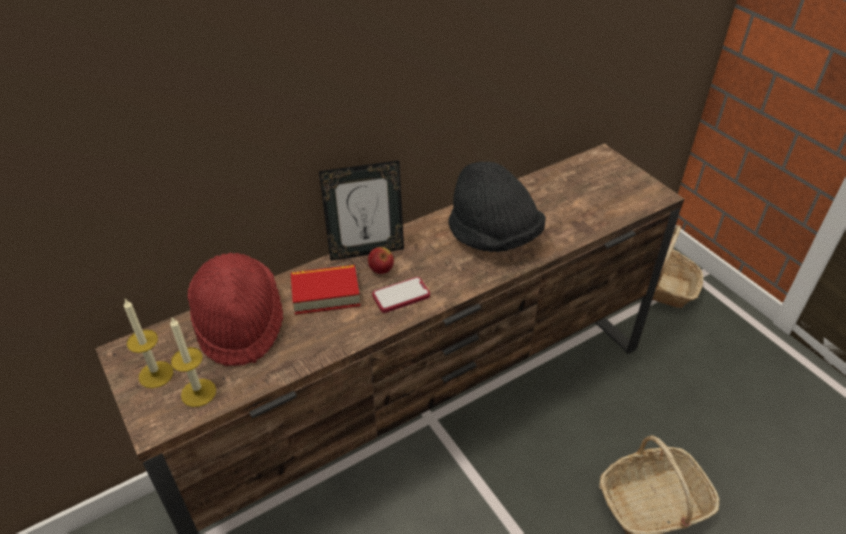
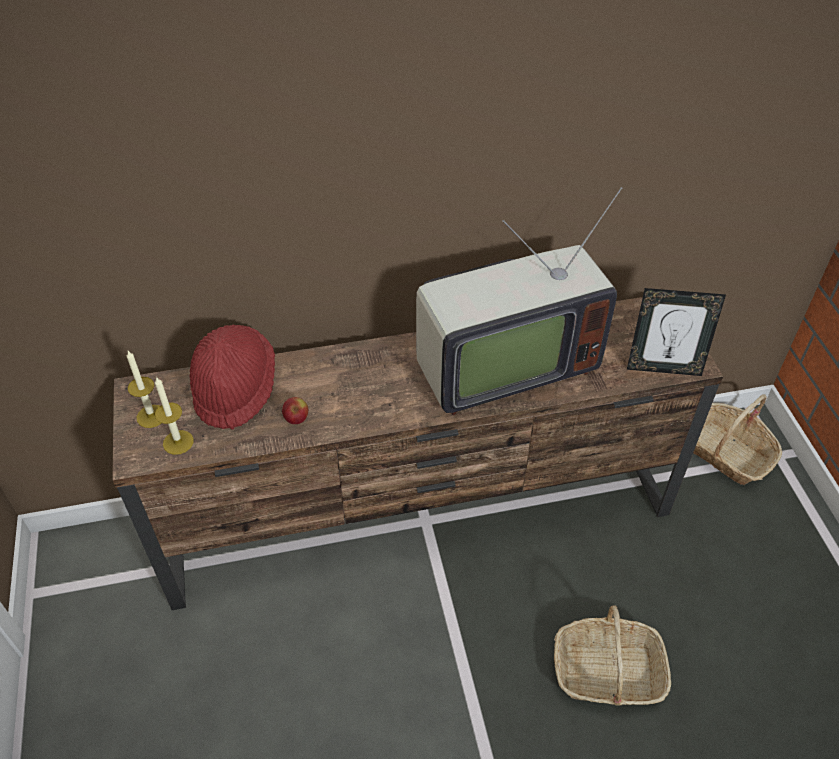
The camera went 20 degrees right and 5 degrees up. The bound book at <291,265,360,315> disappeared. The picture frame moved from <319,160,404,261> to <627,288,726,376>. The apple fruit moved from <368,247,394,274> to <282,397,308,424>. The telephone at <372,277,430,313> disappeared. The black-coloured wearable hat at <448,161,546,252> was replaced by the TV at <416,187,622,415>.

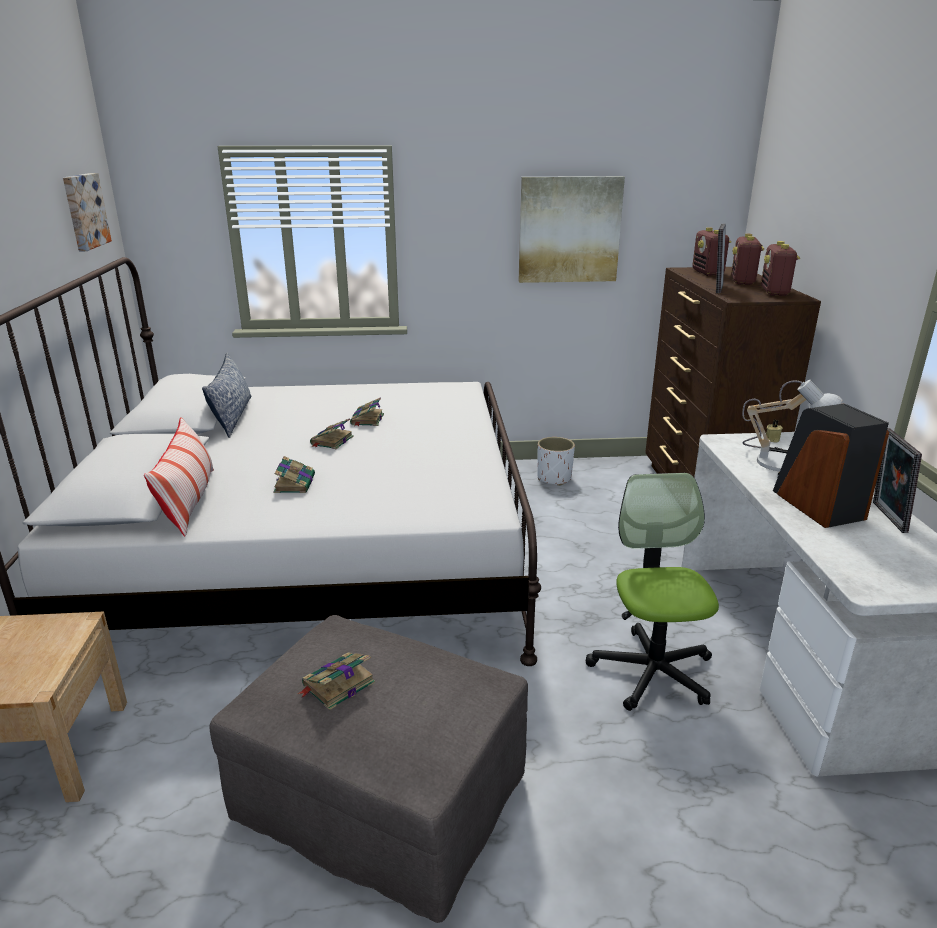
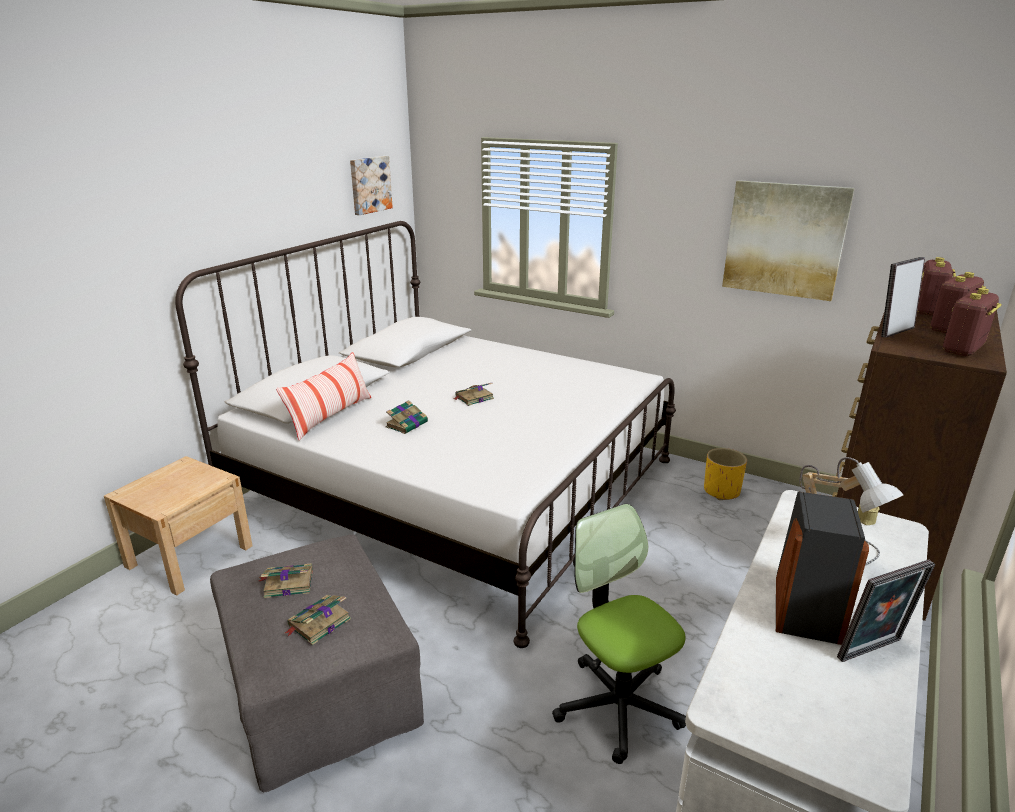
The camera went 35 degrees right and 0 degrees up. The throw pillow at <202,353,251,438> disappeared. The bound book moved from <350,398,384,426> to <285,595,351,645>. The white-coloured flower pot at <537,437,575,486> became the yellow flower pot at <704,448,747,500>. The desk chair at <585,473,719,711> turned 60 degrees counterclockwise. The picture frame at <873,428,922,533> turned 150 degrees counterclockwise.

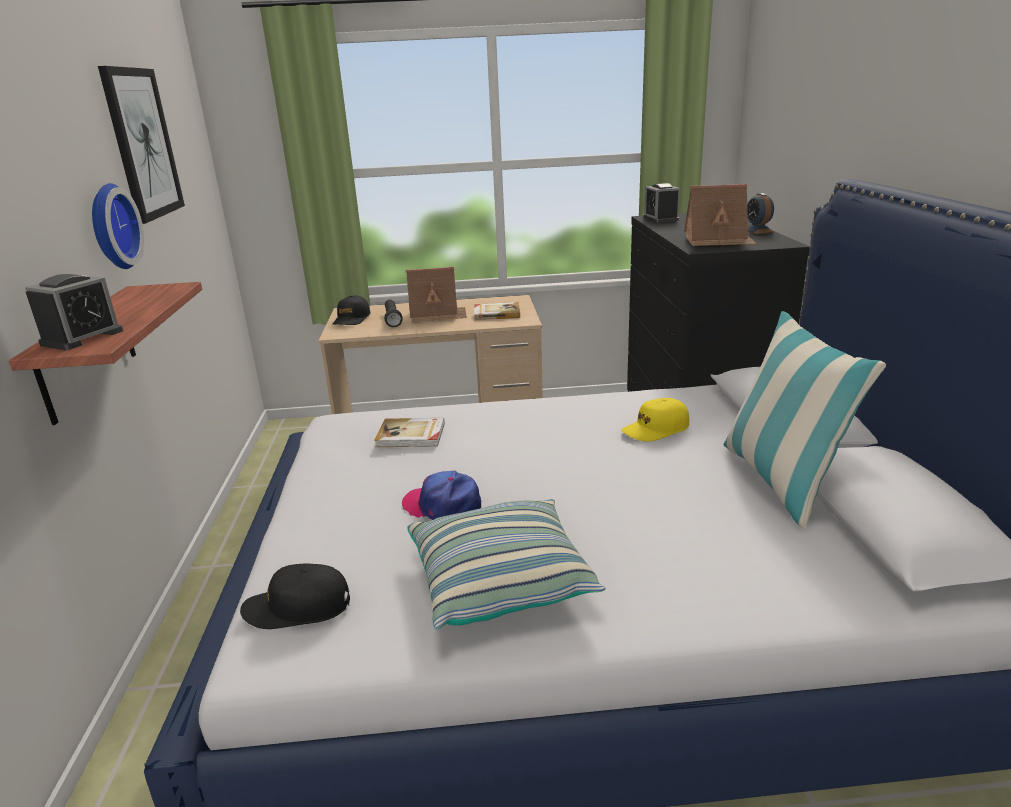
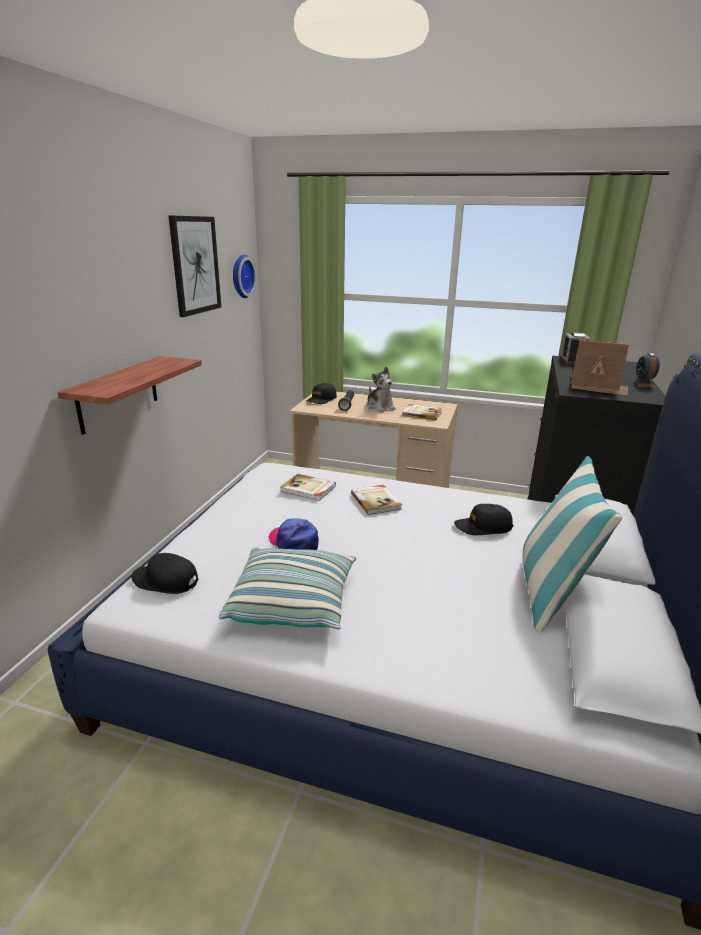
The camera went 20 degrees right and 0 degrees up. The alarm clock at <25,274,123,350> disappeared. The wall clock moved from <92,183,144,269> to <233,254,257,298>. The miniature house at <406,267,467,322> was replaced by the plush toy at <367,367,396,412>. The yellow baseball cap at <621,398,689,441> became the black-coloured baseball cap at <454,504,513,535>. The bound book at <351,485,402,515> appeared.

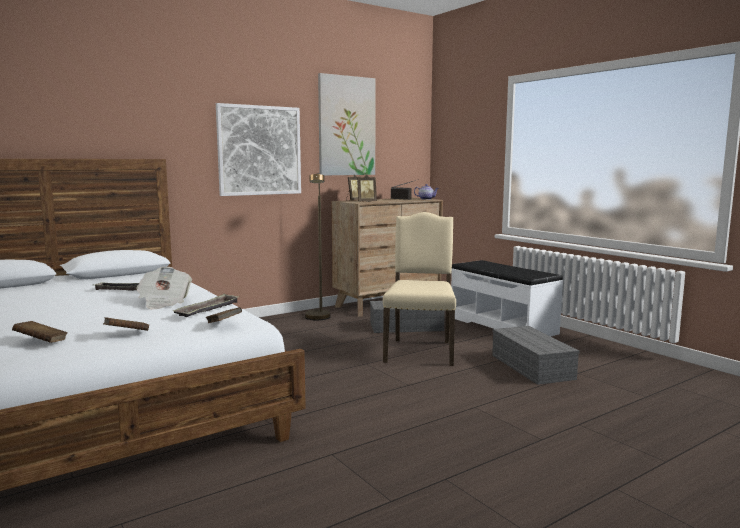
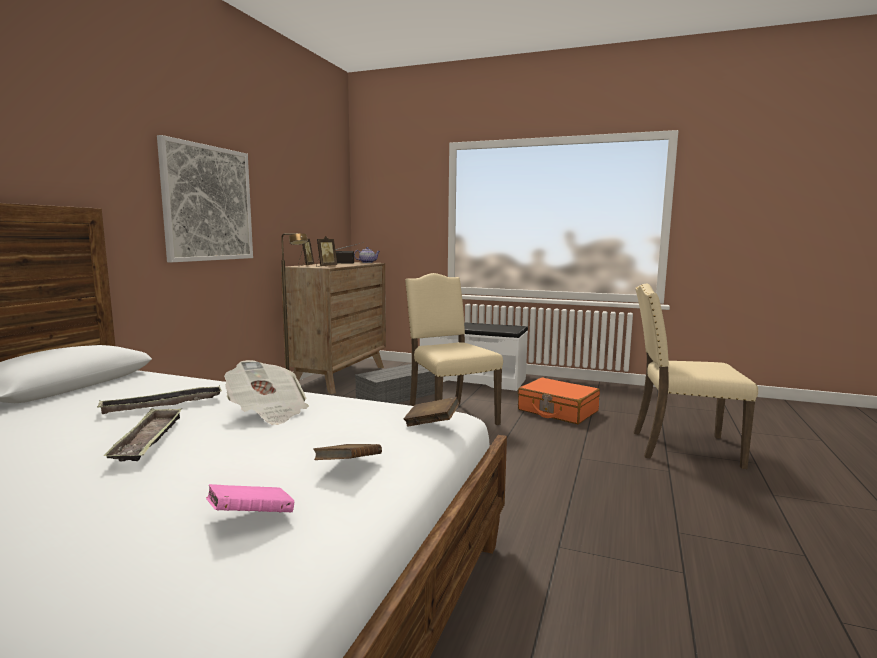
The camera went 35 degrees left and 0 degrees up. The brown-coloured bound book at <12,321,67,343> became the pink bound book at <206,484,294,512>. The serving tray moved from <173,294,239,317> to <104,408,182,461>. The wall art at <318,73,376,176> disappeared. The gray storage bin at <492,326,579,385> was replaced by the orange-coloured suitcase at <518,377,600,424>. The beige-coloured chair at <633,284,758,469> appeared.

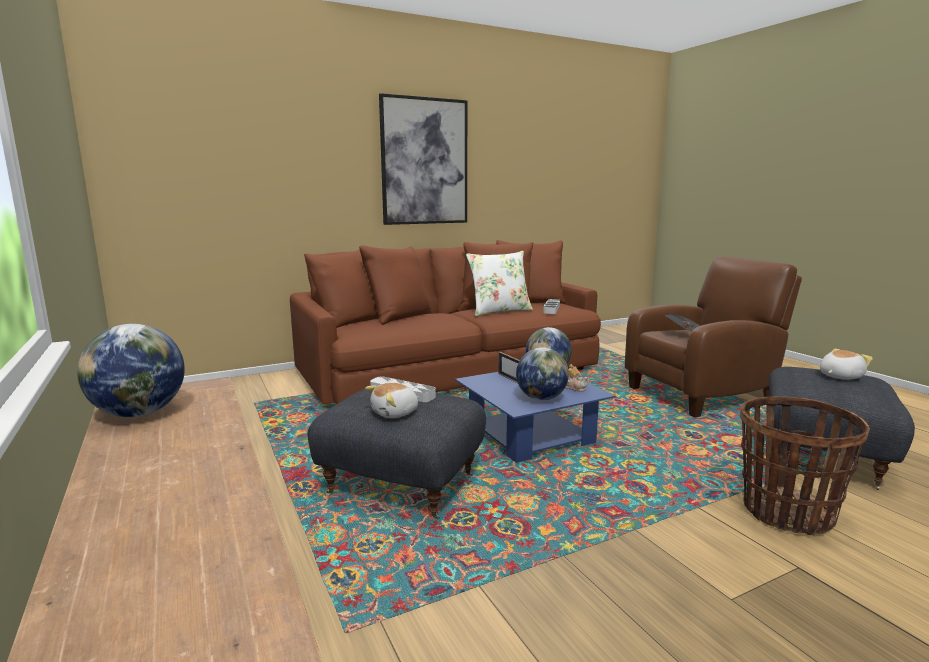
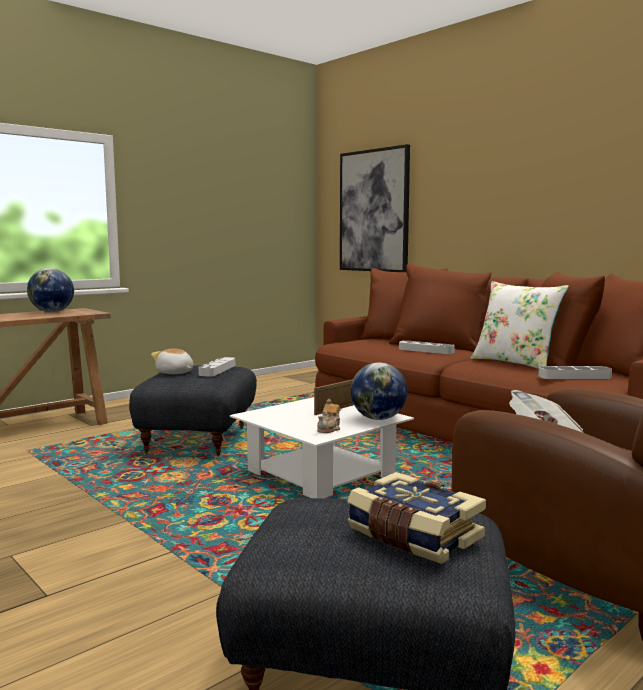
The camera went 75 degrees right and 5 degrees down. The wall art moved from <379,93,467,225> to <340,144,410,272>. The blue-coloured low table at <455,372,615,463> became the white-coloured low table at <230,397,414,498>. The world globe at <516,347,569,400> disappeared. The household basket at <740,396,870,535> disappeared. The plush toy at <820,349,873,380> was replaced by the bound book at <347,472,486,564>. The gray serving tray at <399,340,455,354> appeared.

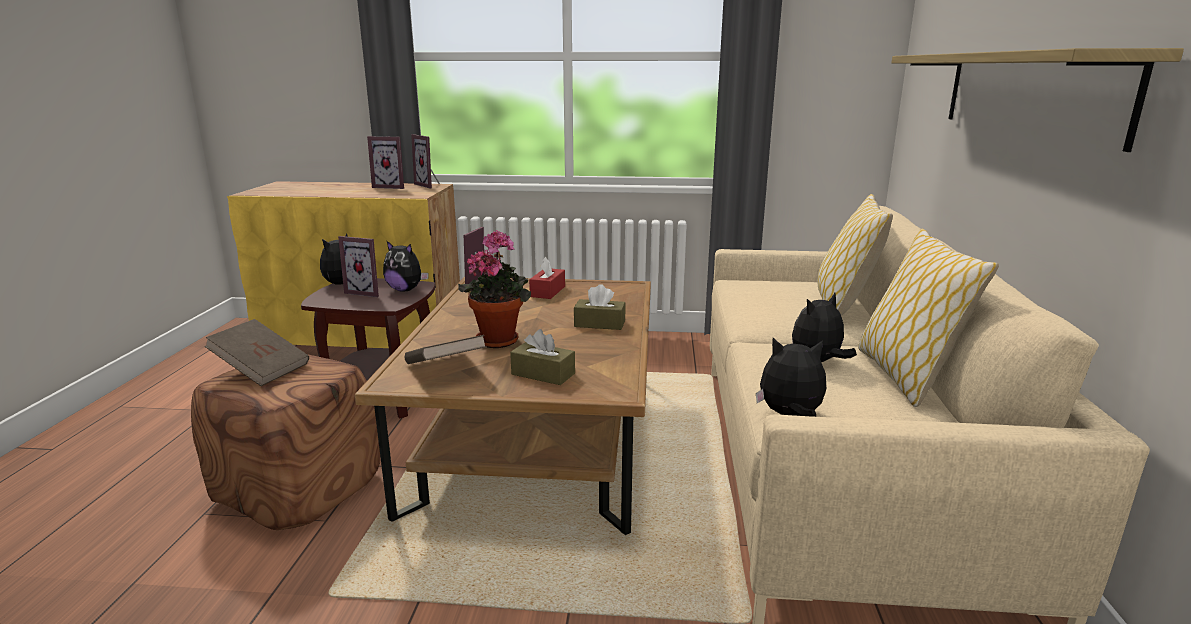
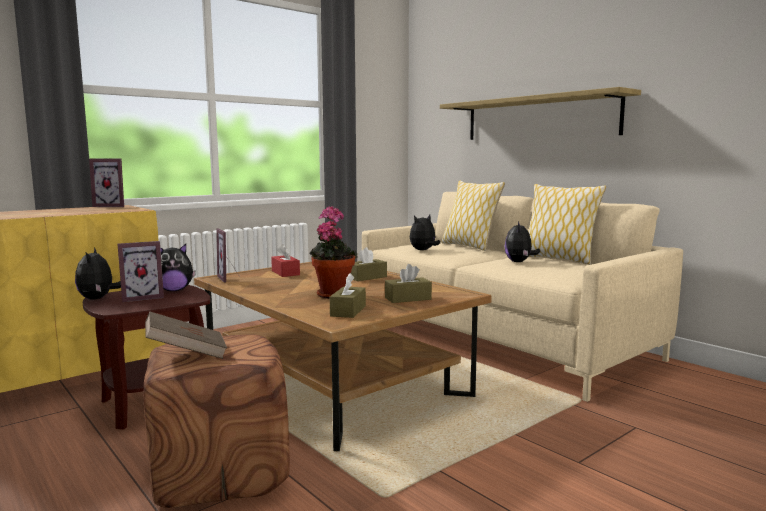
The camera went 45 degrees left and 10 degrees down. The picture frame at <367,136,404,189> disappeared. The brown-coloured bound book at <404,335,487,364> was replaced by the brown-coloured tissue holder at <330,273,366,318>. The plush toy moved from <756,338,826,417> to <410,215,440,250>.

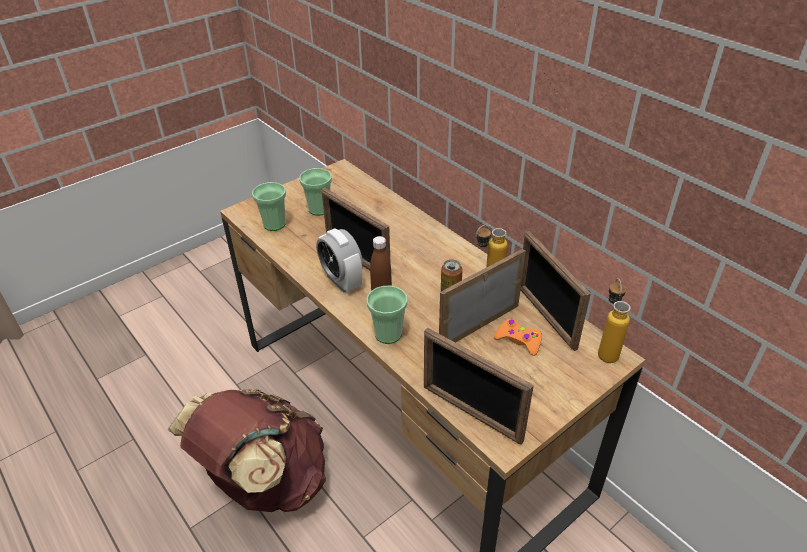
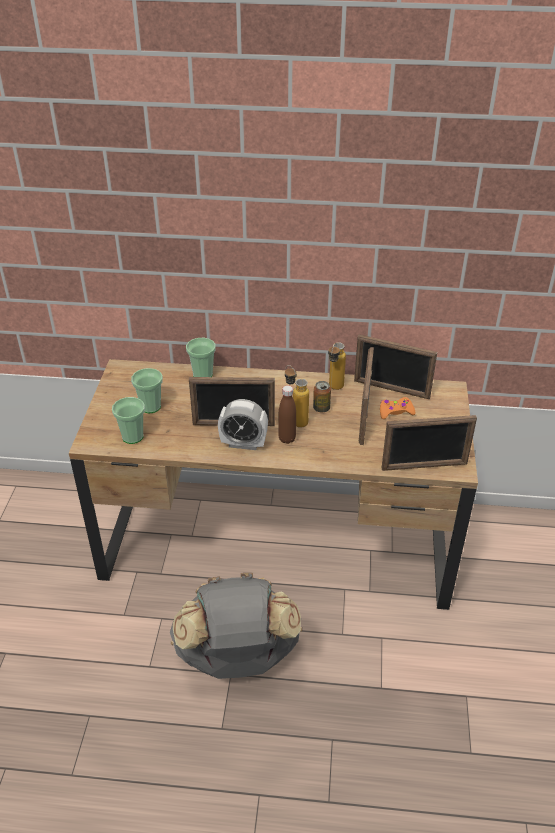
The camera went 45 degrees left and 0 degrees up. The brown-coloured rucksack at <167,389,326,512> became the gray rucksack at <170,573,302,679>. The drinking cup moved from <367,286,408,344> to <186,338,216,377>. The beverage bottle moved from <598,278,631,363> to <285,365,309,428>.

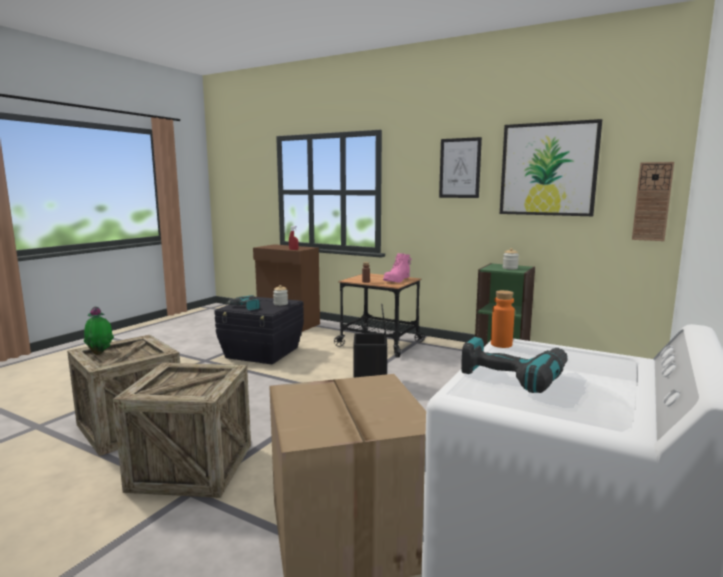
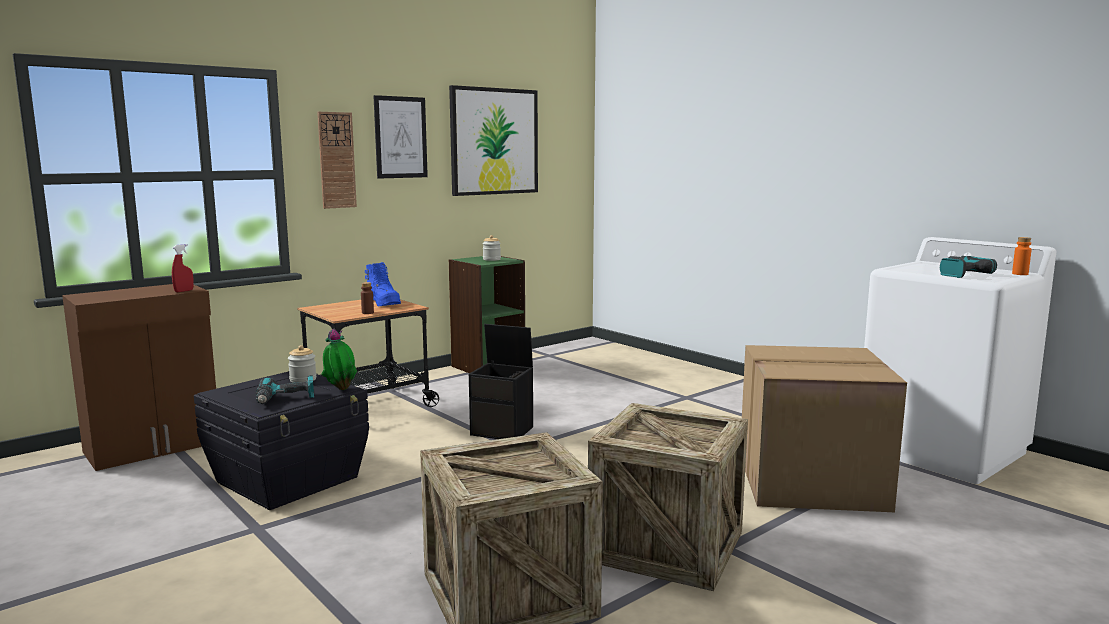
The camera went 70 degrees left and 0 degrees up. The plant in a pot moved from <84,307,114,355> to <321,328,357,390>. The pink high-top boot at <383,253,412,283> became the blue-coloured high-top boot at <365,262,401,306>. The orange-coloured beverage bottle moved from <491,290,515,348> to <1012,237,1032,275>. The wall clock moved from <632,162,674,241> to <317,112,357,209>.

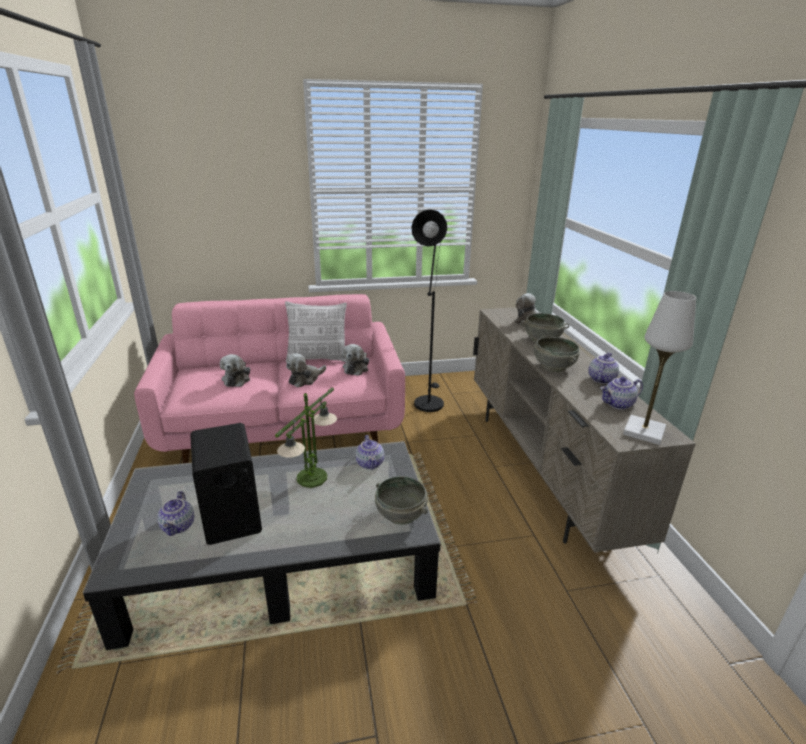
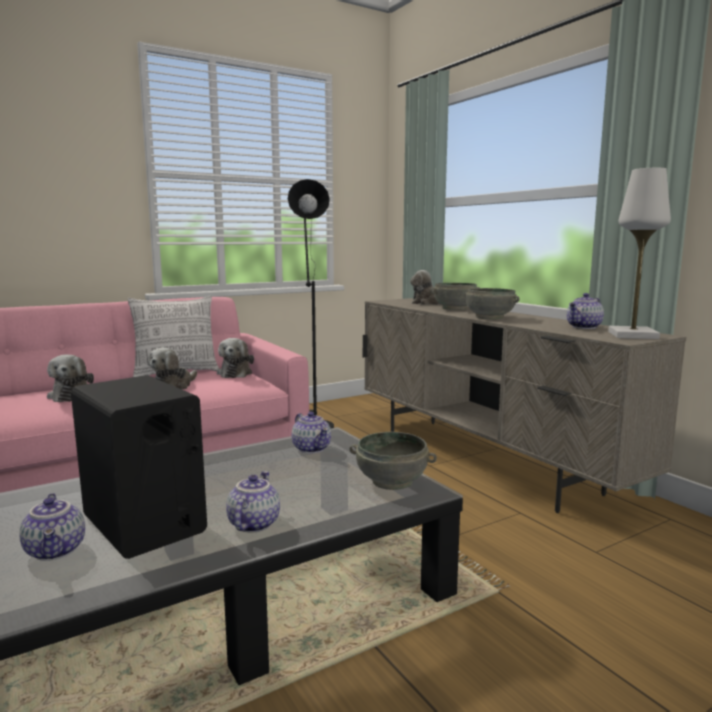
The camera went 20 degrees left and 15 degrees down. The table lamp at <275,388,337,488> disappeared. The tea pot moved from <588,353,619,384> to <226,471,280,533>.

